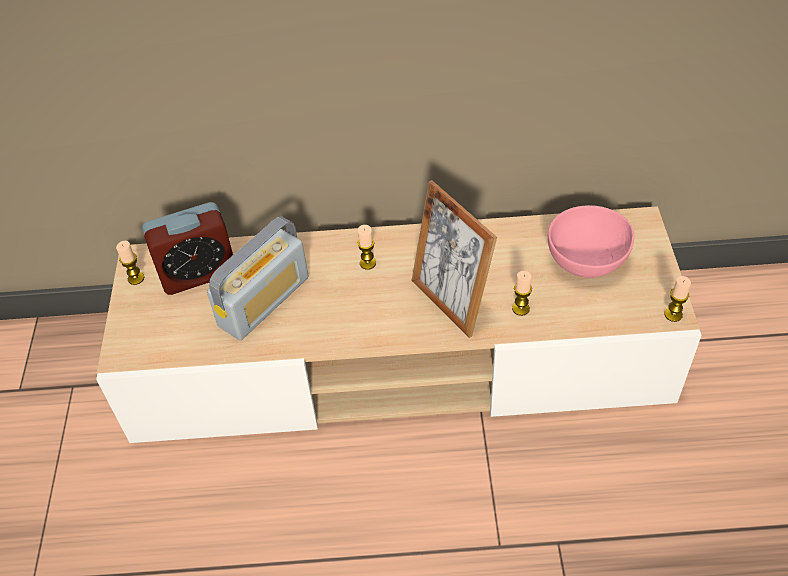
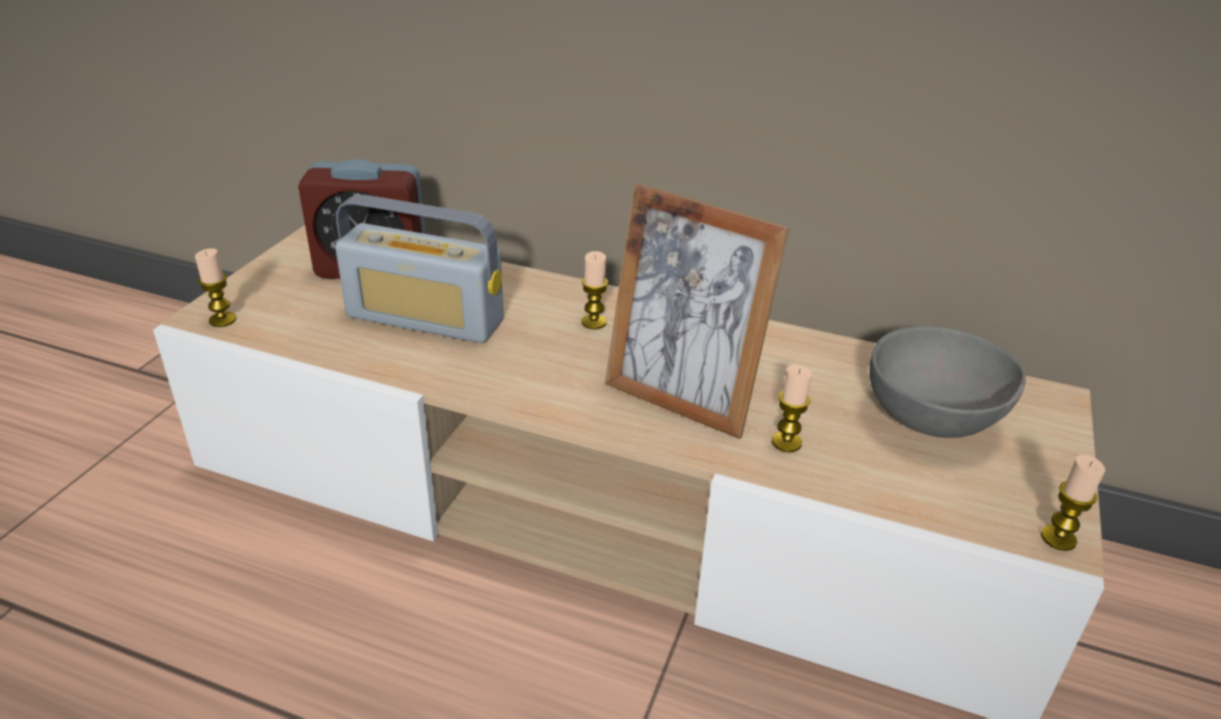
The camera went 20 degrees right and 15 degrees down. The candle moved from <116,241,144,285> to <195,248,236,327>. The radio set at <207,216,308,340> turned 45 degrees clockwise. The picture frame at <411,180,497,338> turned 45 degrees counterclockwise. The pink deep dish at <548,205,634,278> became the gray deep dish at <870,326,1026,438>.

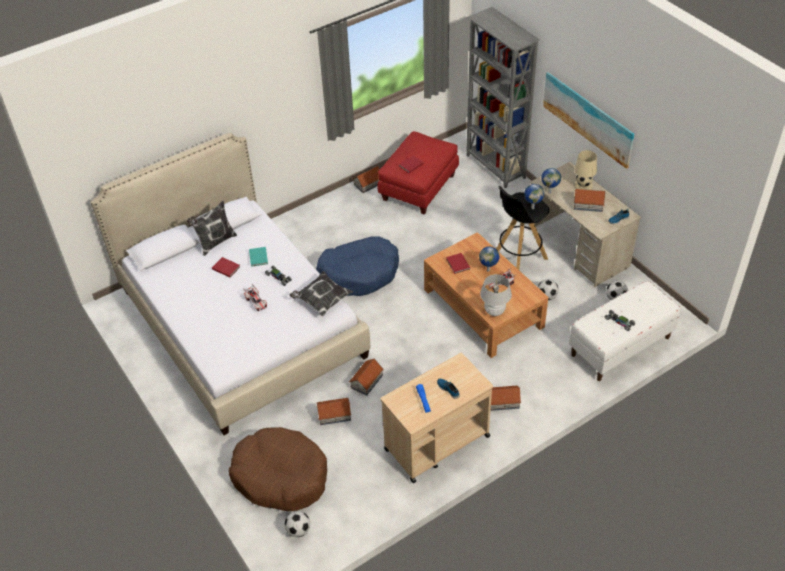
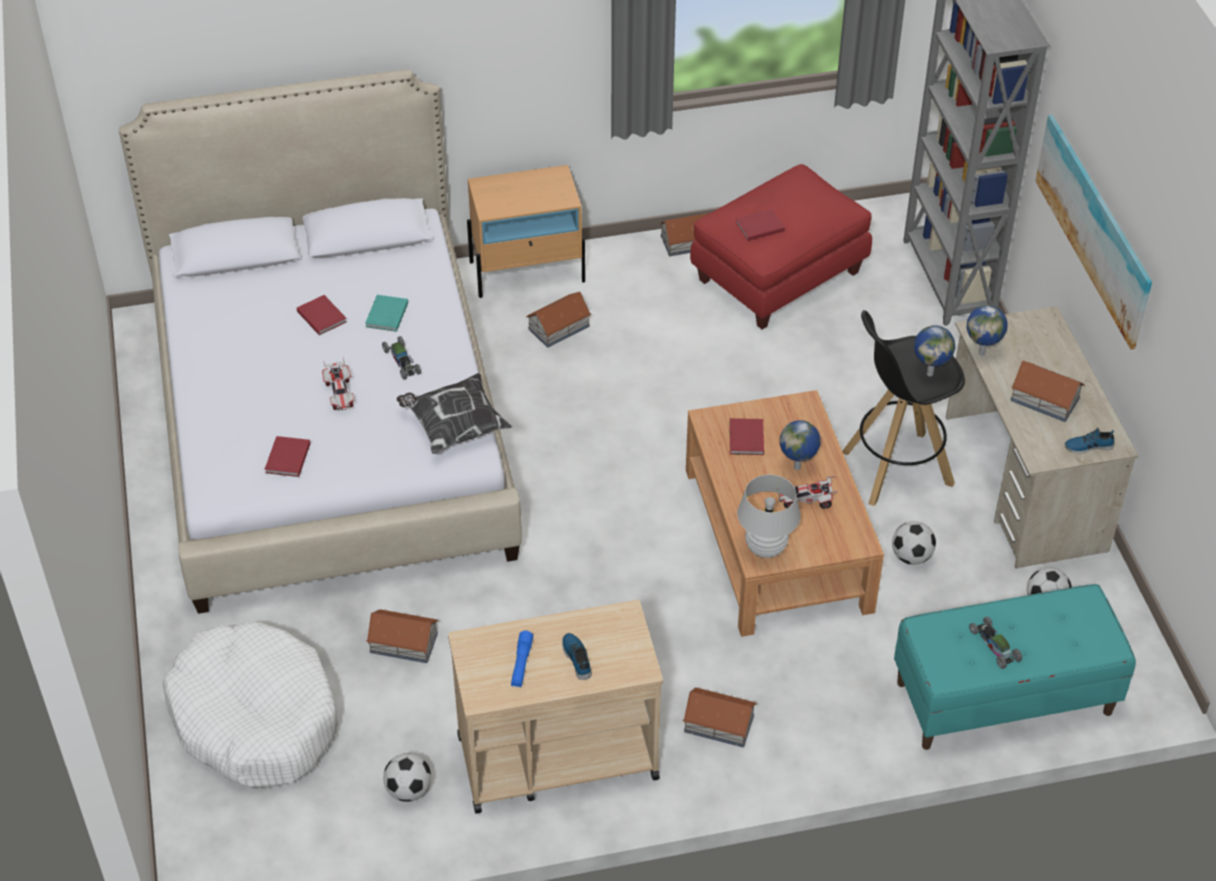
The camera went 20 degrees right and 0 degrees up. The throw pillow at <187,201,237,256> disappeared. The brown-coloured pet bed at <229,427,327,511> became the white-coloured pet bed at <163,621,338,788>. The football ball moved from <285,511,310,537> to <383,753,431,802>. The blue-coloured pet bed at <316,236,399,296> disappeared. The miniature house moved from <349,359,384,396> to <526,292,591,348>. The white-coloured long seat at <569,280,681,381> became the turquoise-coloured long seat at <894,584,1136,750>. The beige-coloured table lamp at <574,150,597,190> disappeared. The reddish bound book at <265,436,310,477> appeared. The beige-coloured bedside table at <467,165,585,298> appeared.

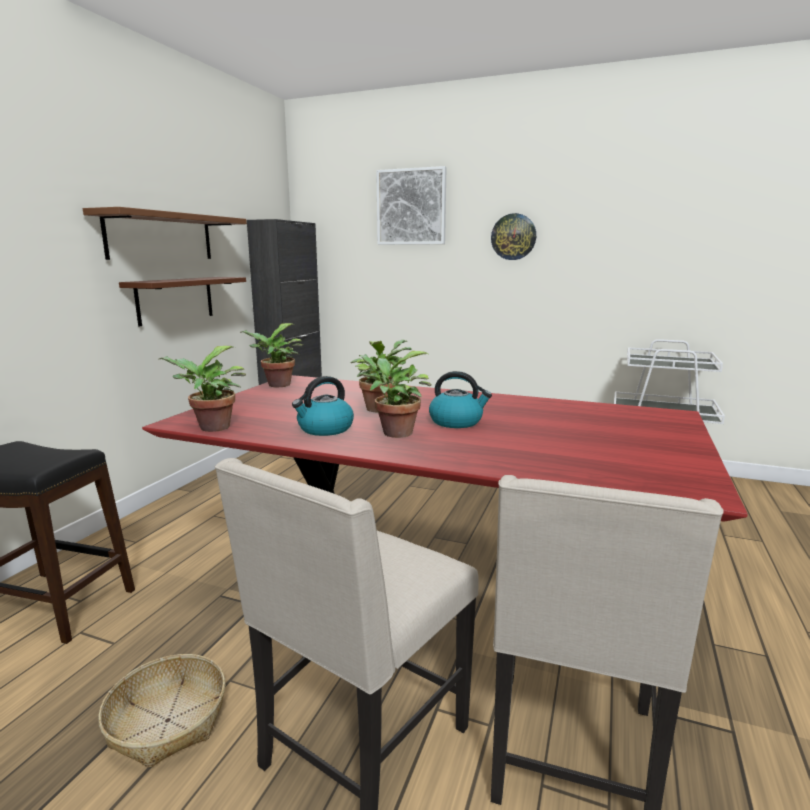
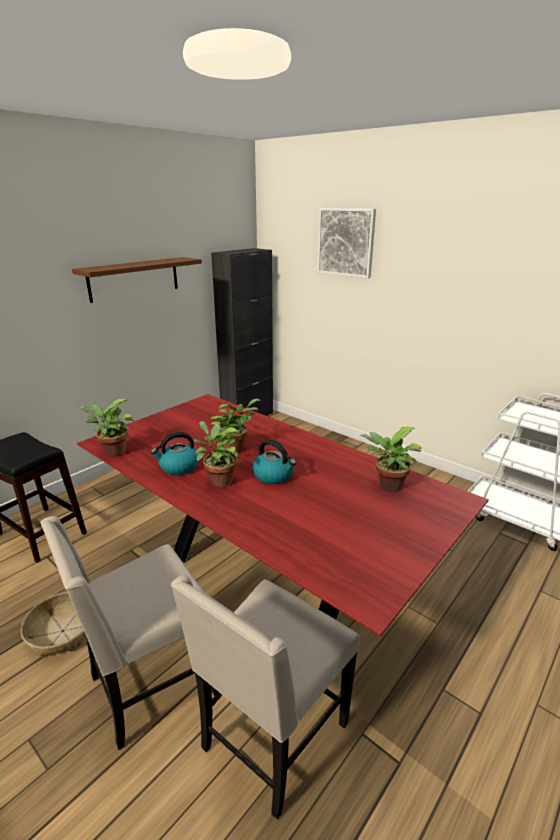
The camera went 20 degrees right and 10 degrees up. The brown-coloured bracket shelf at <119,277,246,326> disappeared. The plant in a pot moved from <240,323,303,387> to <360,427,422,492>. The wall clock at <491,213,536,260> disappeared.

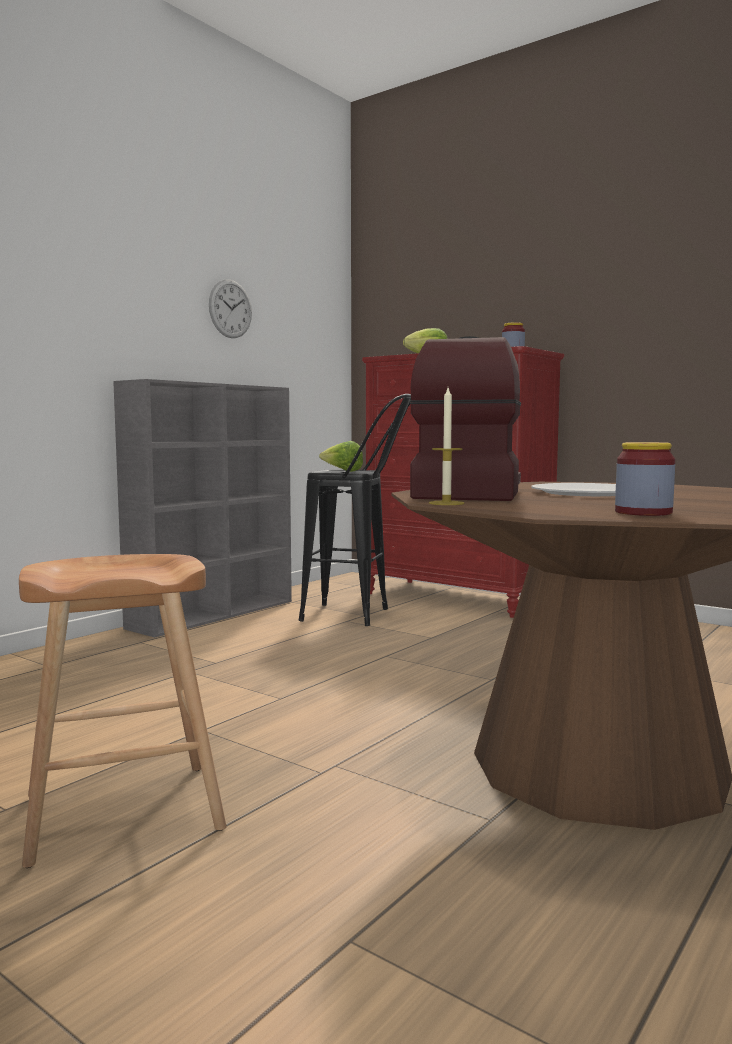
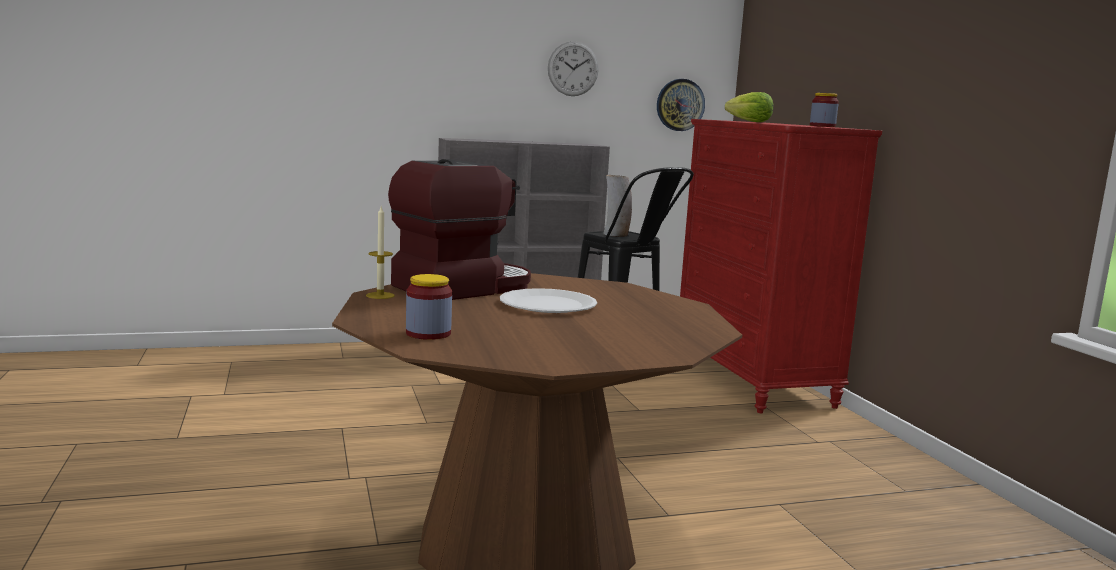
The camera went 35 degrees right and 5 degrees up. The brown-coloured stool at <19,554,227,868> disappeared. The lettuce head at <319,441,363,472> was replaced by the vase at <603,175,632,237>. The wall clock at <657,79,705,131> appeared.

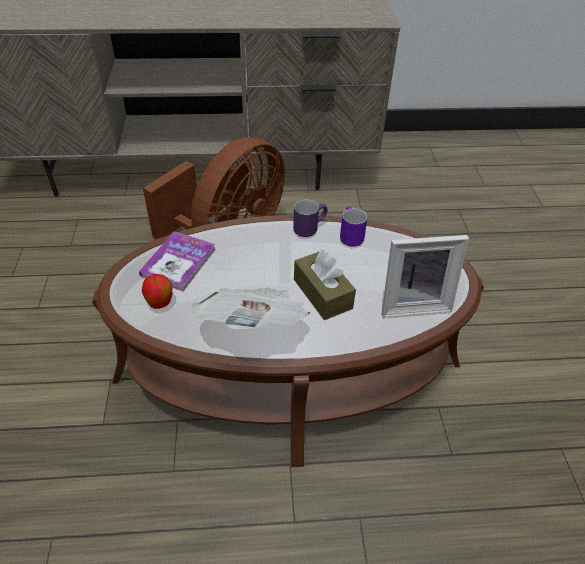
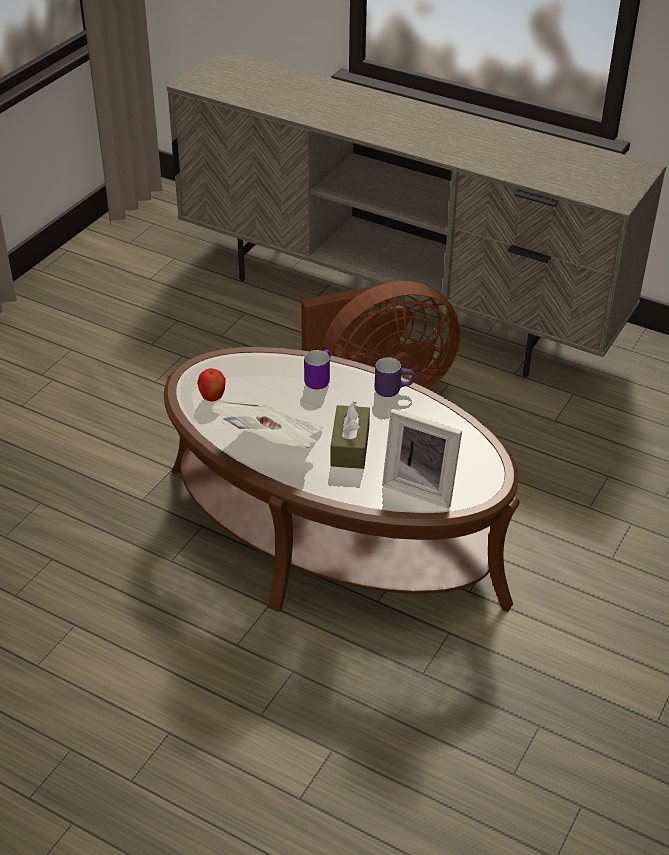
The camera went 35 degrees right and 5 degrees down. The bound book at <139,231,216,291> disappeared. The purple-coloured coffee mug moved from <340,207,367,247> to <304,350,330,389>.

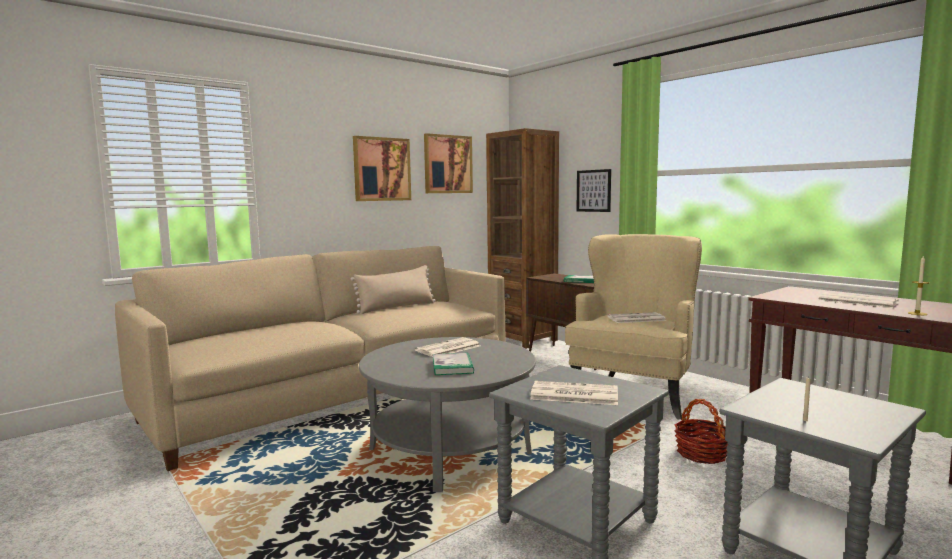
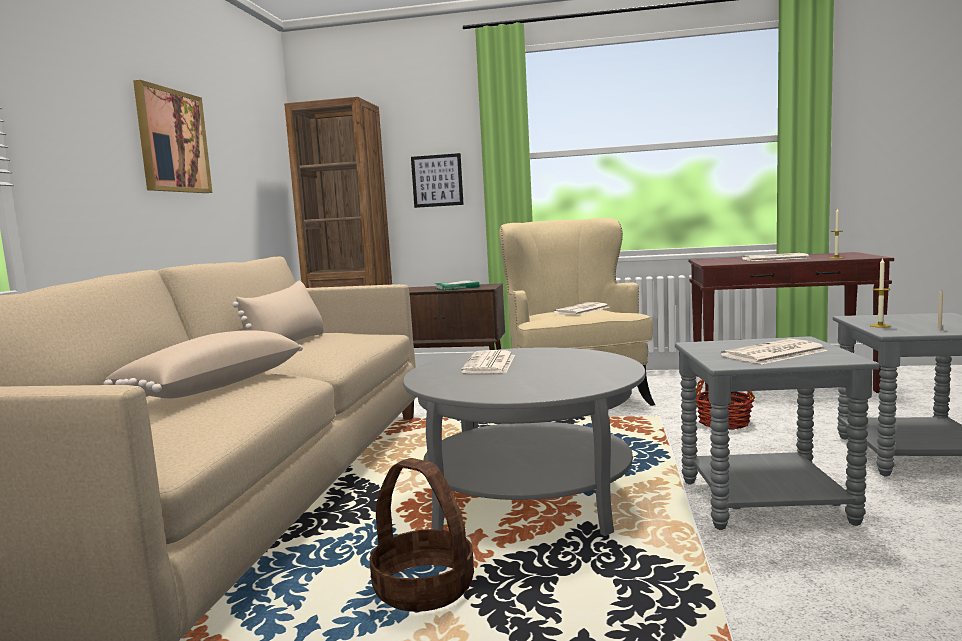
The camera went 40 degrees left and 0 degrees up. The wall art at <424,133,473,193> disappeared. The bound book at <433,353,474,375> disappeared. The beige-coloured throw pillow at <103,330,303,398> appeared. The household basket at <369,458,474,612> appeared. The candle at <870,257,891,328> appeared.

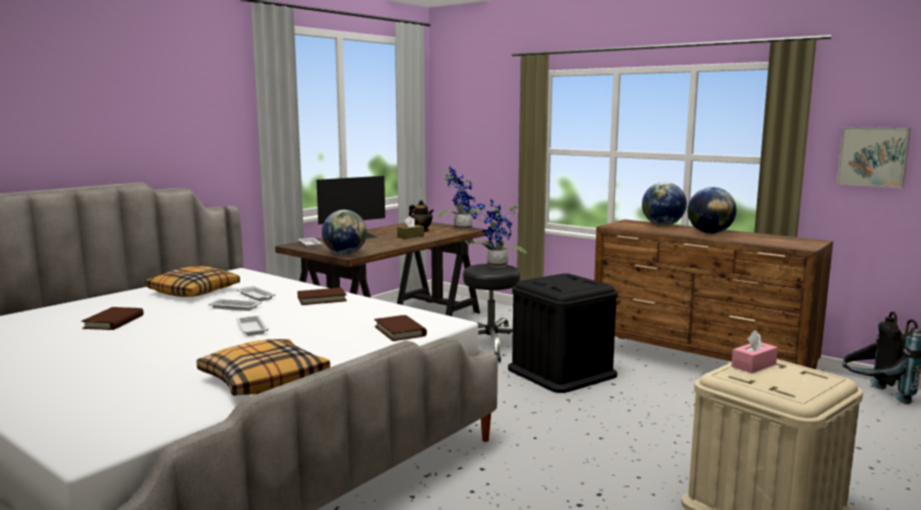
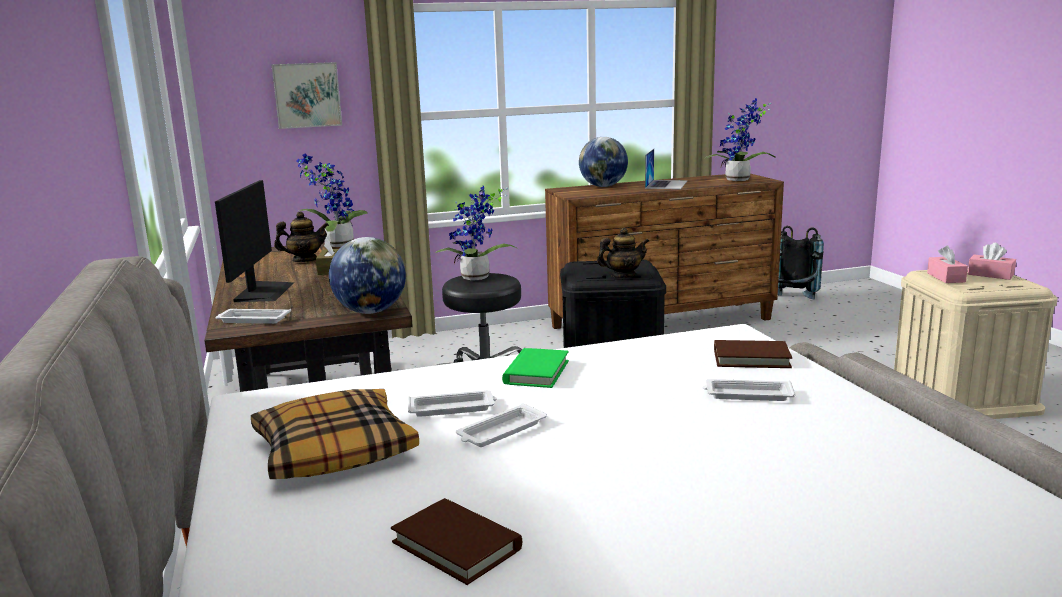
The camera went 55 degrees left and 5 degrees up. The throw pillow at <197,339,330,396> disappeared. The white-coloured serving tray moved from <236,315,269,336> to <702,379,796,401>. The brown-coloured bound book at <298,288,347,305> became the greenish bound book at <502,348,569,388>. The world globe at <687,187,736,234> was replaced by the portable computer at <645,149,687,189>. The wall art moved from <837,127,911,188> to <271,62,342,129>. The tea pot at <597,227,649,278> appeared. The plant in a pot at <705,98,776,181> appeared. The pink tissue holder at <968,243,1016,280> appeared.

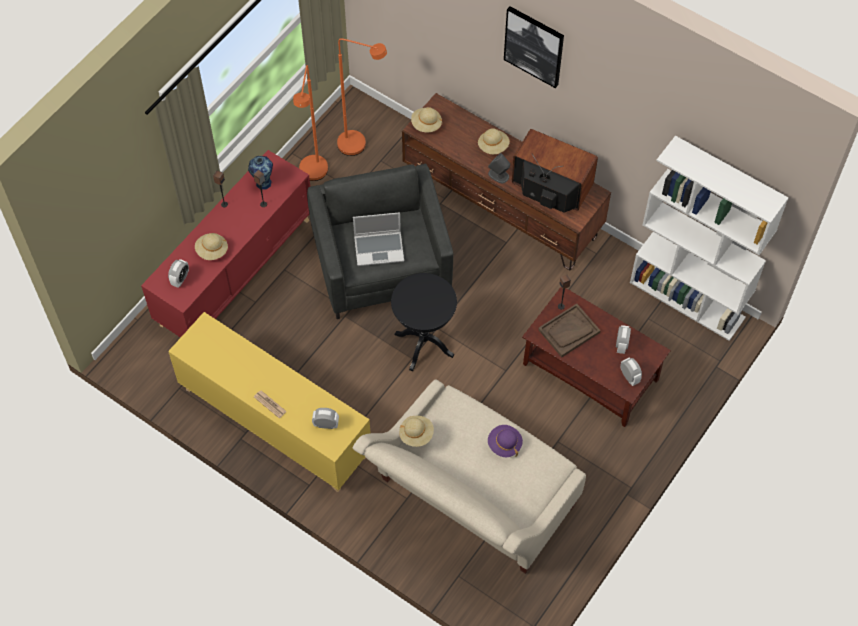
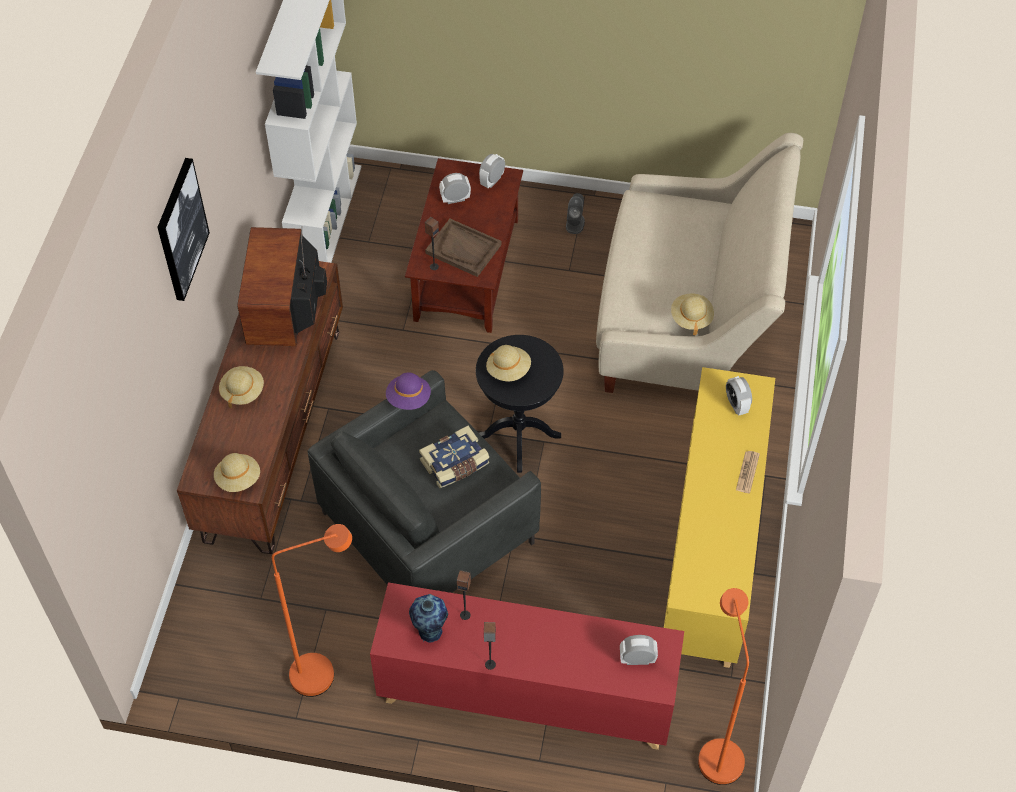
The camera went 115 degrees left and 5 degrees down. The beige-coloured wearable hat moved from <195,233,228,260> to <486,345,531,381>. The orange-coloured standing lamp moved from <337,38,387,156> to <698,588,749,785>. The portable computer at <353,212,404,266> was replaced by the bound book at <419,426,489,489>. The gray audio speaker moved from <488,153,510,183> to <566,193,585,234>. The purple-coloured wearable hat moved from <488,425,523,457> to <386,373,431,410>.

